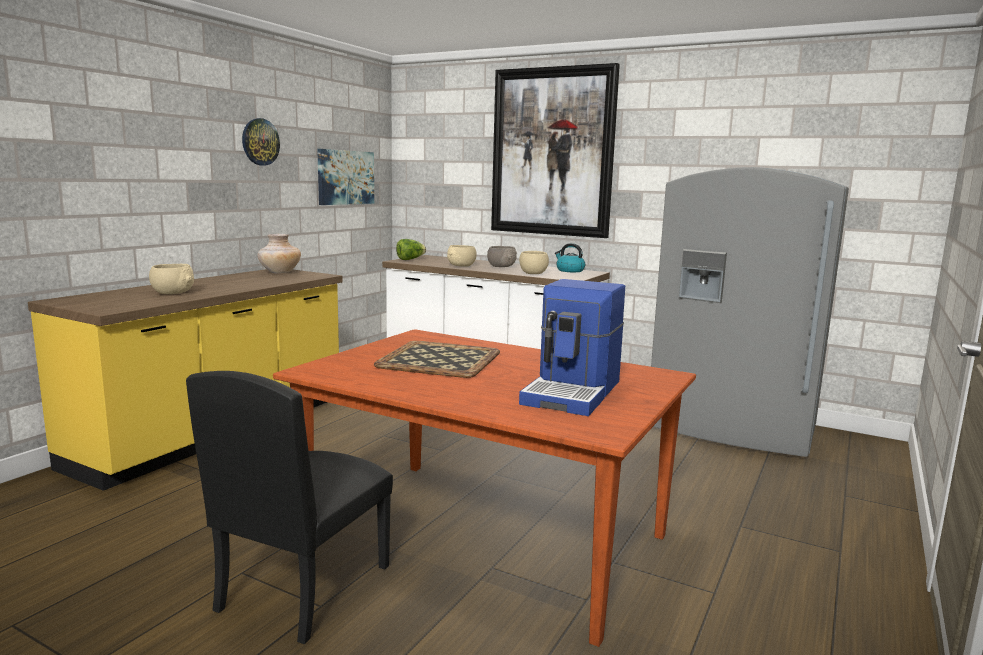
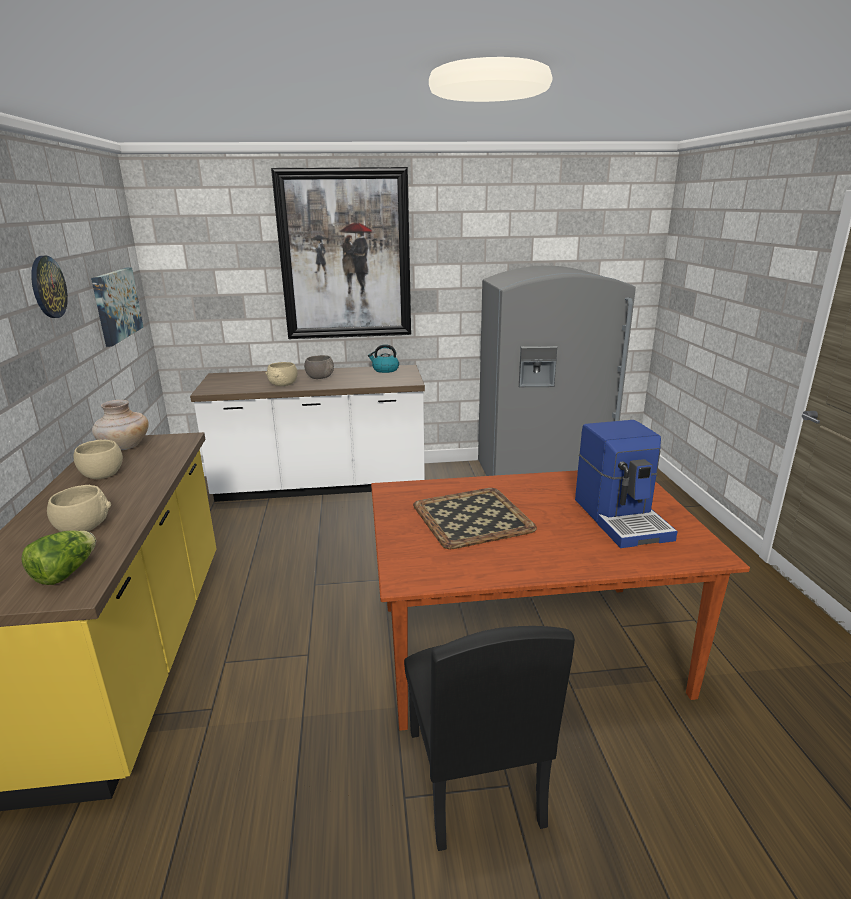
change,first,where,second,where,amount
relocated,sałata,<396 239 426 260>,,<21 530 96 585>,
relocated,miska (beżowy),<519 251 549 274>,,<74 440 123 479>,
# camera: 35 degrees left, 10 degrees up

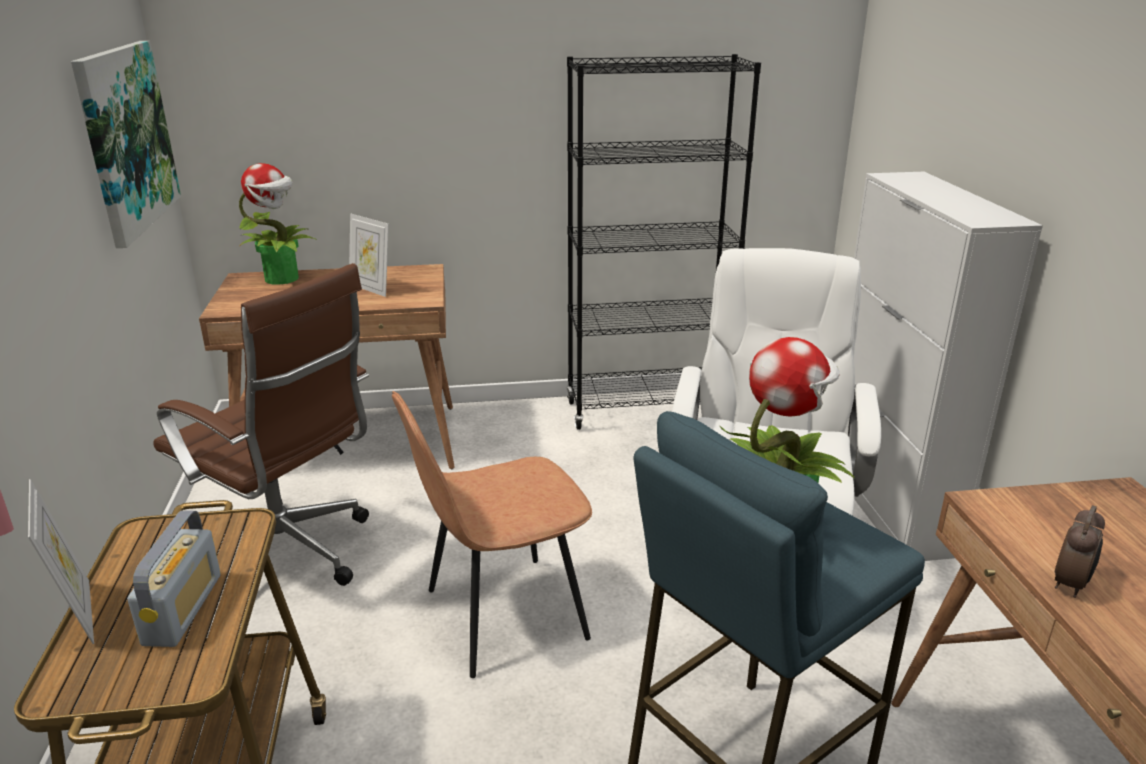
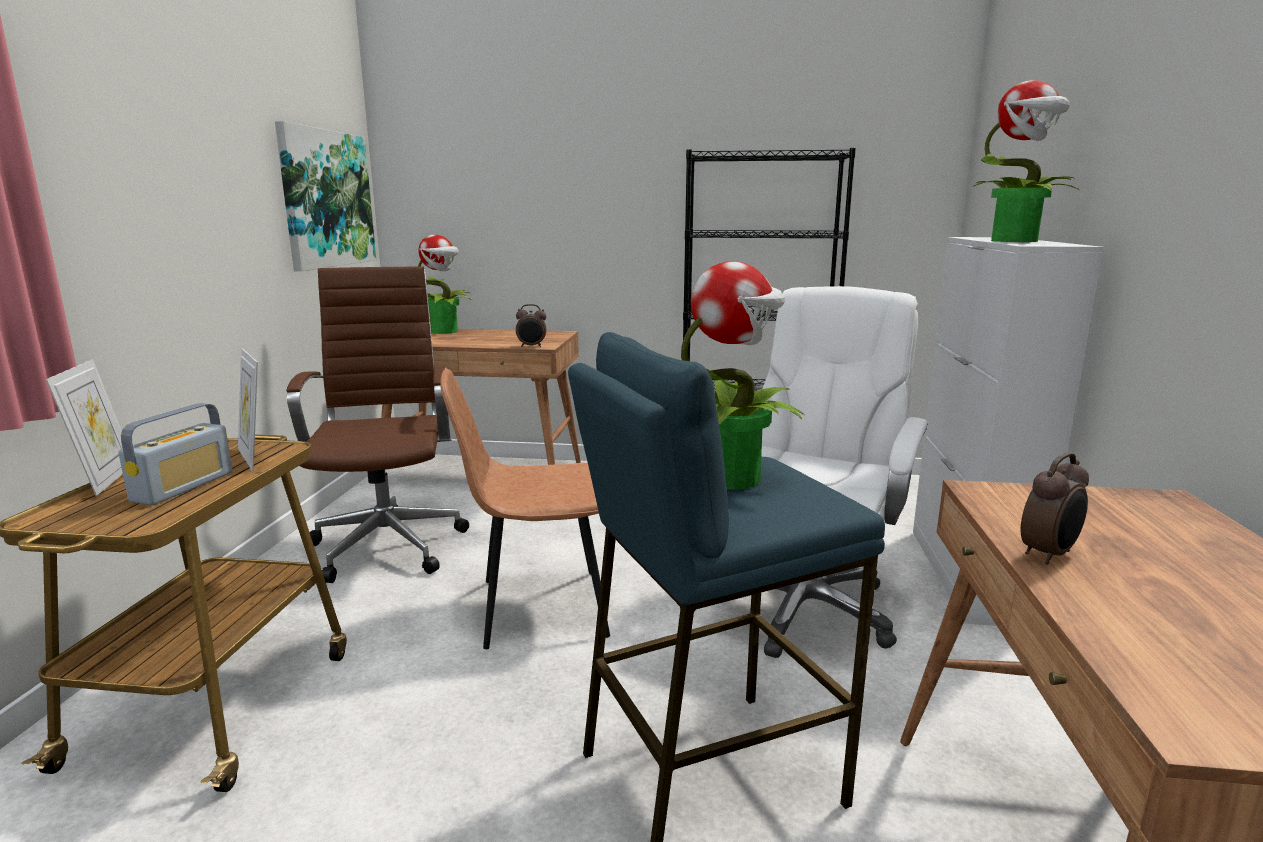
change,first,where,second,where,amount
appeared,,,budzik,<516 304 546 347>,
appeared,,,roślina doniczkowa,<973 80 1079 242>,
relocated,ramka na zdjęcie,<349 214 389 297>,,<238 348 258 471>,
spun,krzesło biurowe (brązowy),<153 263 369 586>,,<286 266 469 583>,150 degrees counterclockwise
# camera: 15 degrees right, 10 degrees down

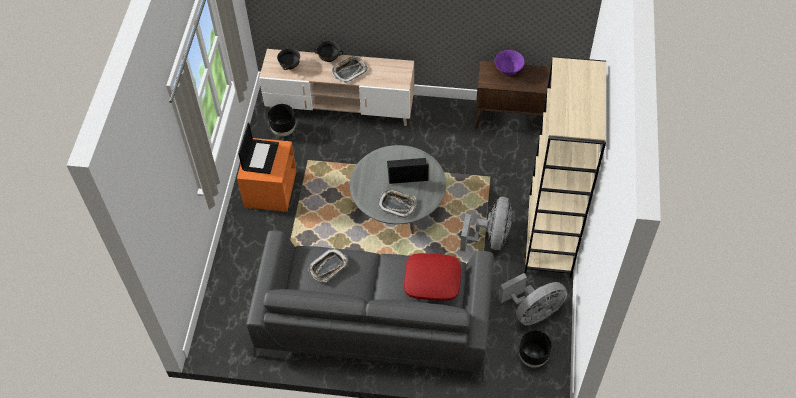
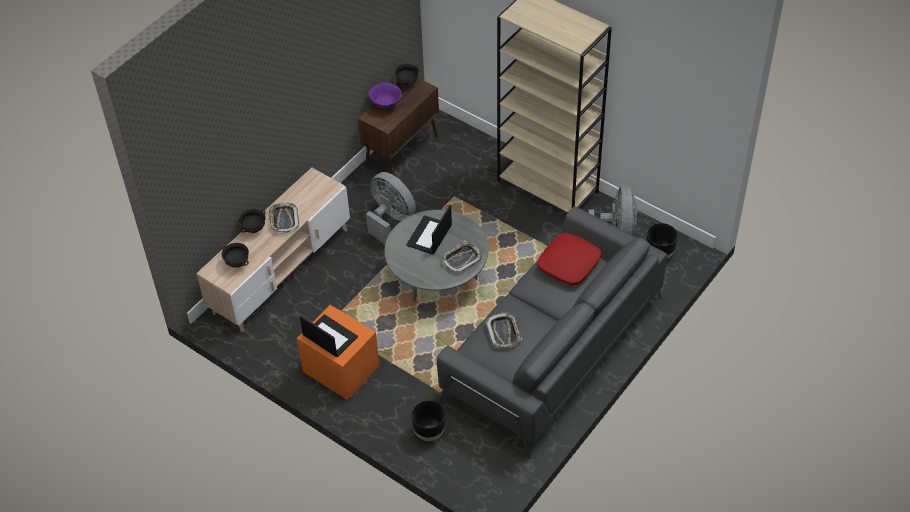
change,first,where,second,where,amount
appeared,,,miska (czarny),<394 64 419 86>,
relocated,donica (czarny),<268 104 296 136>,,<412 400 445 441>,
relocated,wentylator (szary),<460 197 512 252>,,<366 172 416 244>,
# camera: 60 degrees left, 5 degrees down

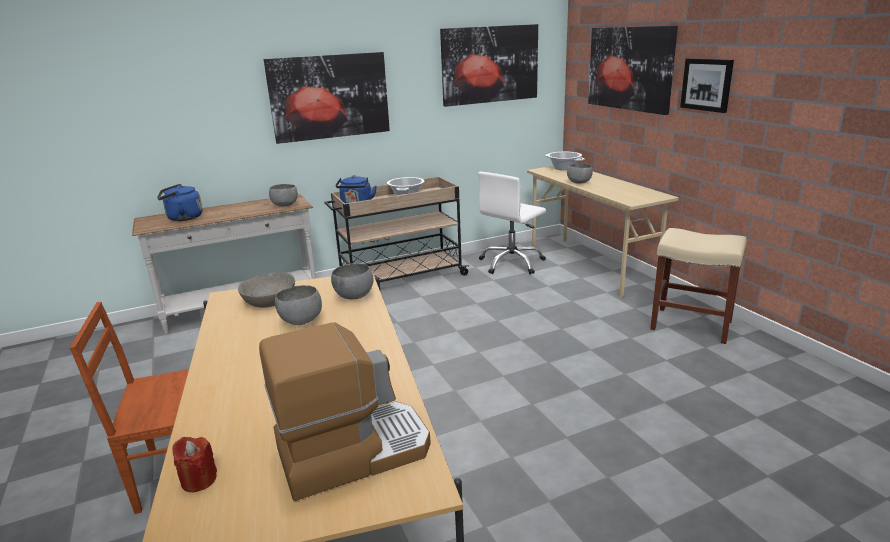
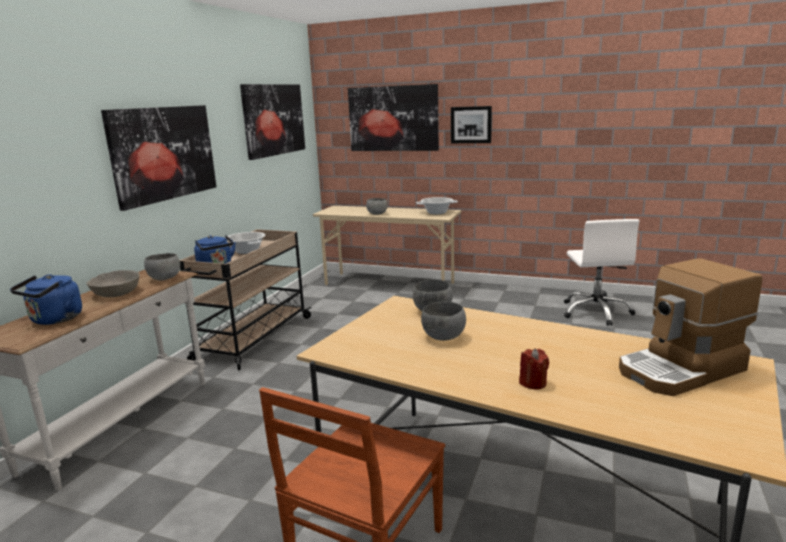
change,first,where,second,where,amount
missing,stołek (beżowy),<650 228 746 344>,,,
relocated,świeca (czerwony),<172 437 217 492>,,<519 349 549 389>,
relocated,miska (szary),<238 272 295 308>,,<86 270 140 297>,
relocated,krzesło biurowe (biały),<478 172 546 274>,,<564 219 639 326>,
relocated,garnek,<545 152 585 170>,,<416 197 458 214>,
spun,ekspres do kawy,<259 323 431 501>,,<619 258 762 396>,135 degrees counterclockwise
# camera: 45 degrees left, 5 degrees down

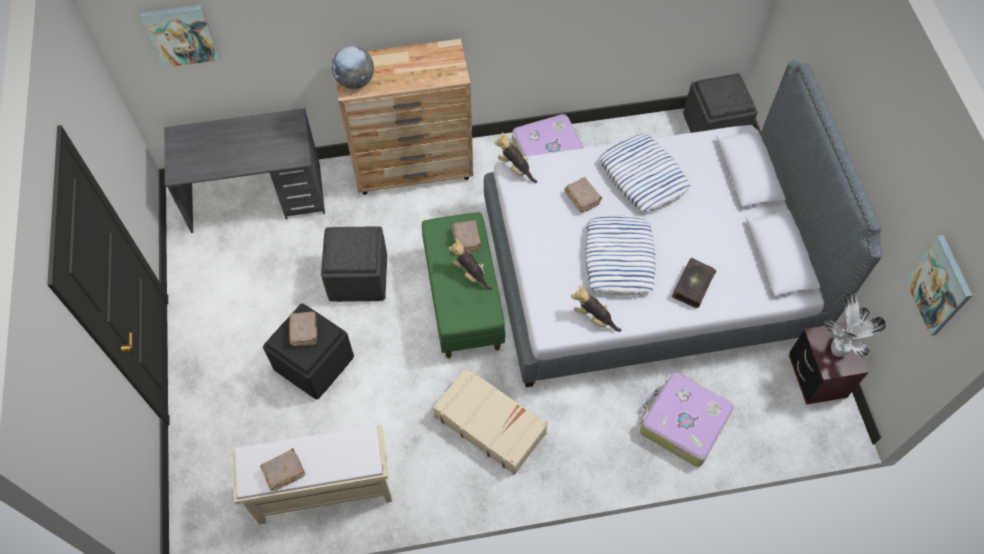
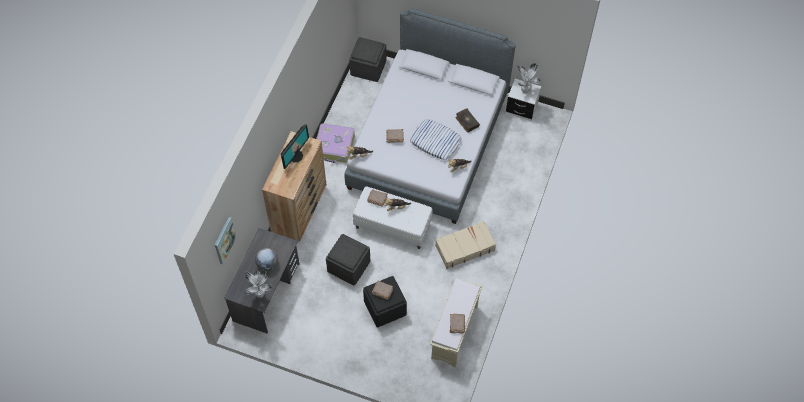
change,first,where,second,where,amount
missing,poduszka,<599 134 690 212>,,,
missing,walizka,<640 372 734 467>,,,
missing,obraz,<905 235 973 336>,,,
appeared,,,roślina doniczkowa,<244 271 272 298>,
appeared,,,monitor,<281 124 309 169>,
relocated,globus,<332 46 374 89>,,<255 248 278 271>,
colour,ławka (zielony),<422 212 505 358>,ławka (biały),<353 186 432 249>,
colour,szafka nocna (brązowy),<789 322 869 405>,szafka nocna (biały),<506 79 541 121>,
# camera: 60 degrees left, 0 degrees up

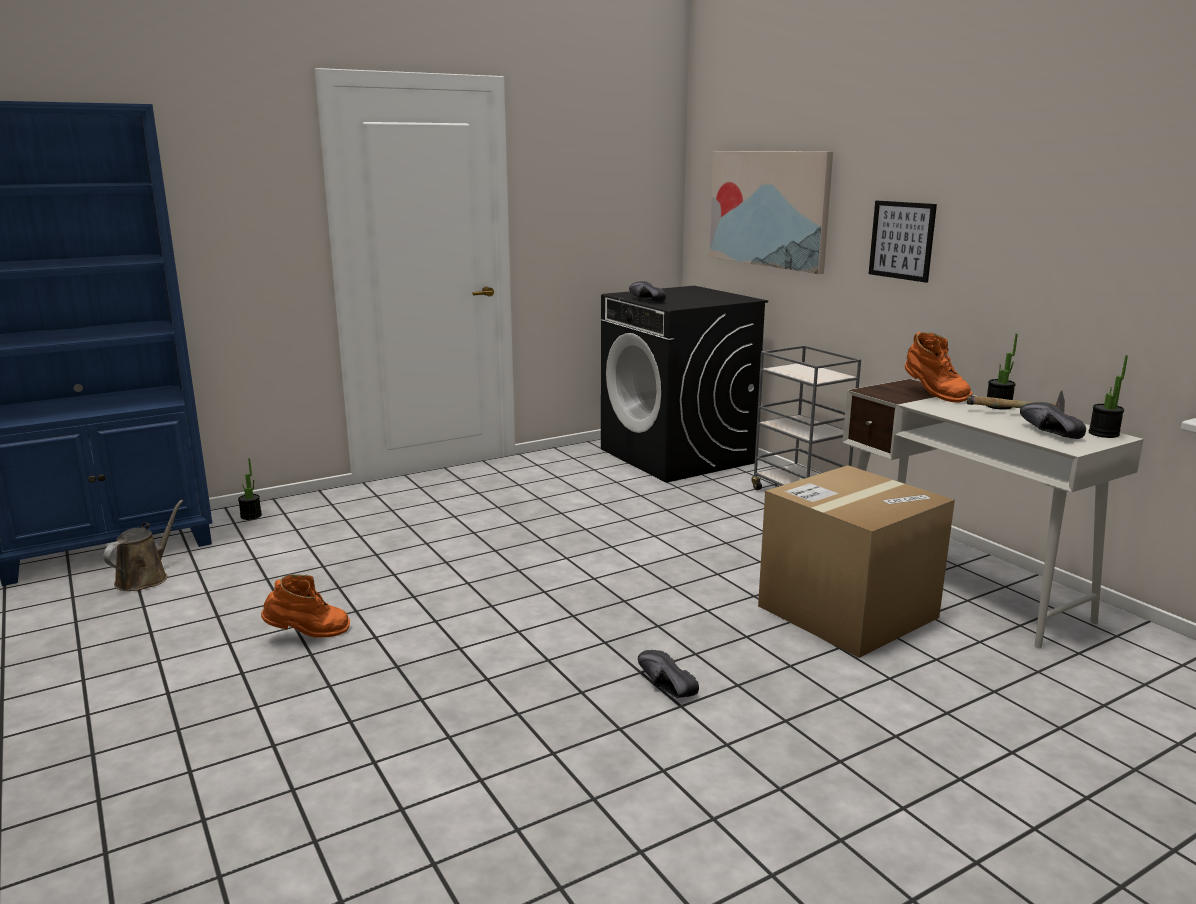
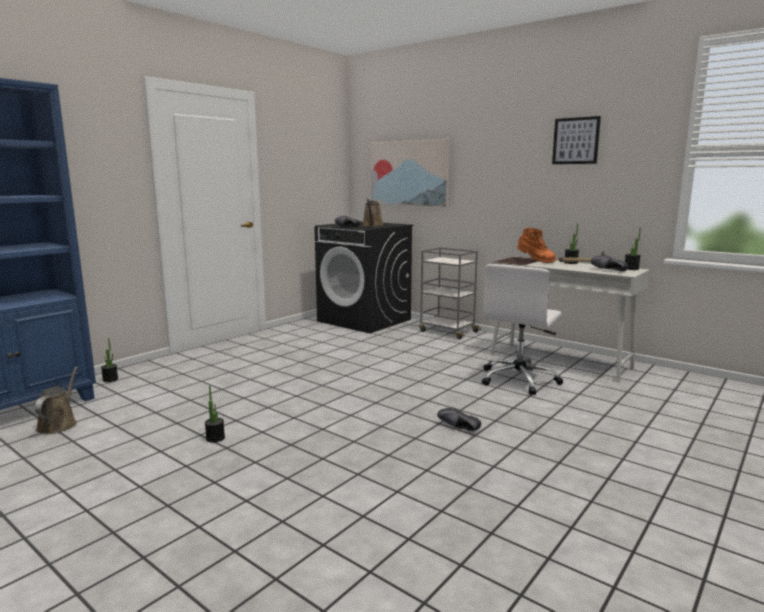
change,first,where,second,where,amount
appeared,,,konewka (brązowy),<362 199 384 227>,
relocated,obraz,<869 201 937 283>,,<552 116 601 164>,
exchanged,but z cholewką (pomarańczowy),<261 574 350 638>,roślina doniczkowa,<205 386 225 443>,
exchanged,karton,<758 465 955 658>,krzesło biurowe (biały),<482 264 563 395>,
# camera: 20 degrees left, 5 degrees down

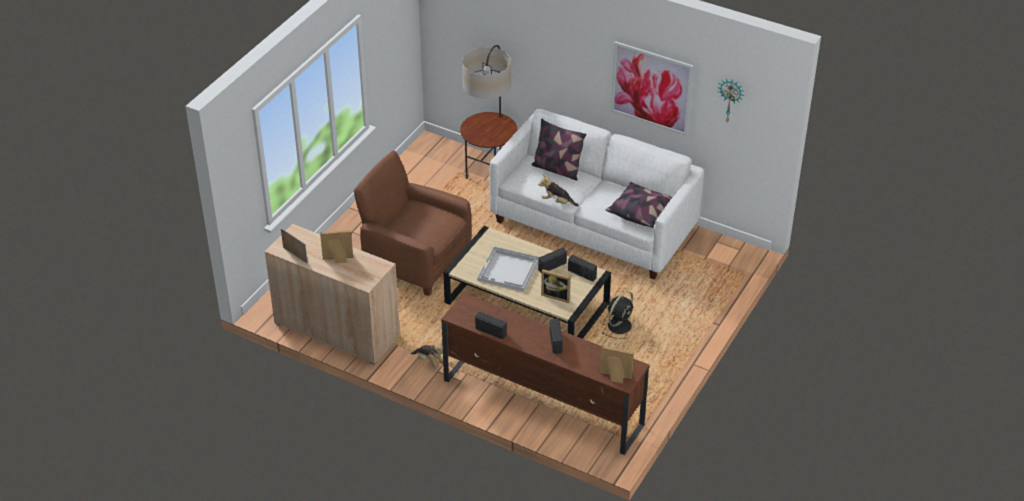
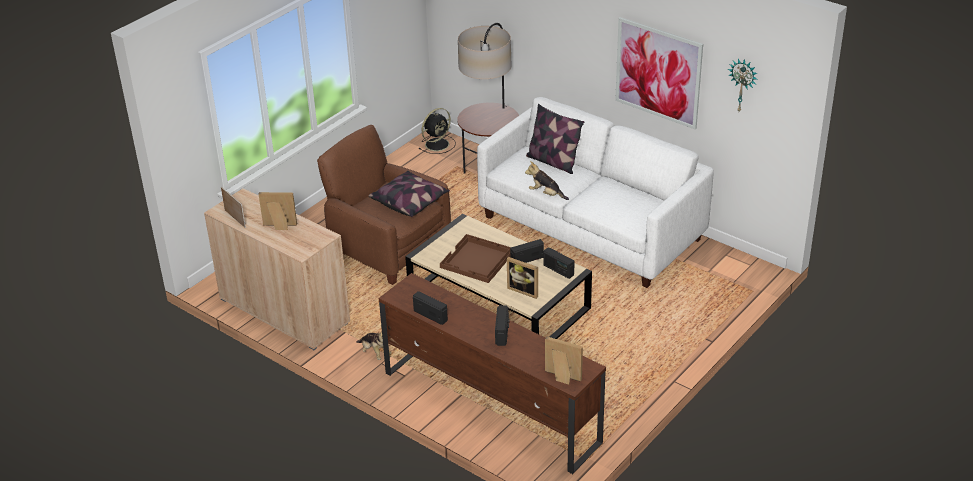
change,first,where,second,where,amount
relocated,wentylator (czarny),<602 291 633 339>,,<419 108 456 154>,
relocated,poduszka,<606 182 672 228>,,<368 171 450 217>,
colour,taca (biały),<477 246 539 292>,taca (brązowy),<440 234 511 283>,
# camera: 10 degrees right, 5 degrees down

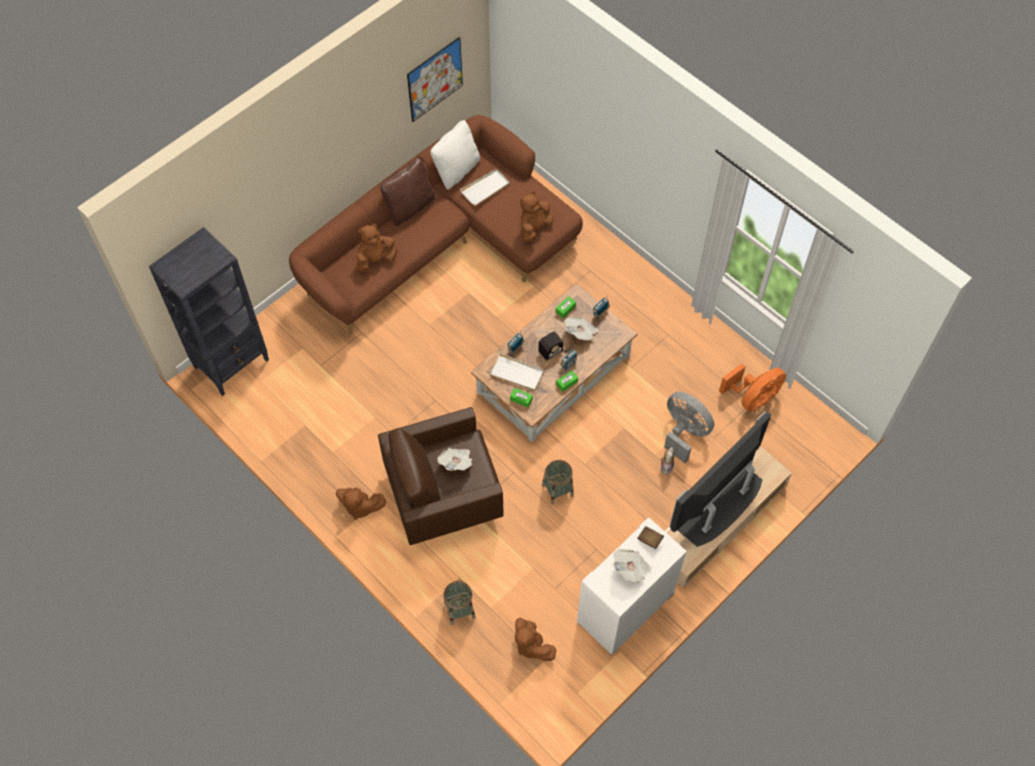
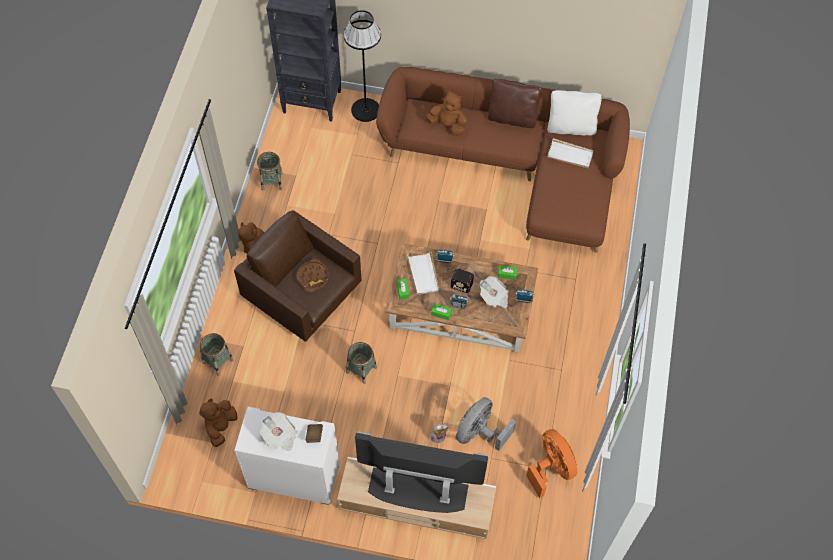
change,first,where,second,where,amount
missing,obraz,<407 37 463 122>,,,
missing,pluszak (brązowy),<520 191 553 242>,,,
appeared,,,koszyk,<257 152 283 191>,
appeared,,,lampa stojąca (czarny),<344 10 381 122>,
exchanged,gazeta,<437 448 472 471>,taca (brązowy),<297 259 329 292>,
spun,wentylator (szary),<664 391 714 463>,,<456 397 516 451>,150 degrees counterclockwise
spun,wentylator (pomarańczowy),<719 363 786 411>,,<526 429 577 498>,135 degrees counterclockwise
# camera: 55 degrees right, 0 degrees up

